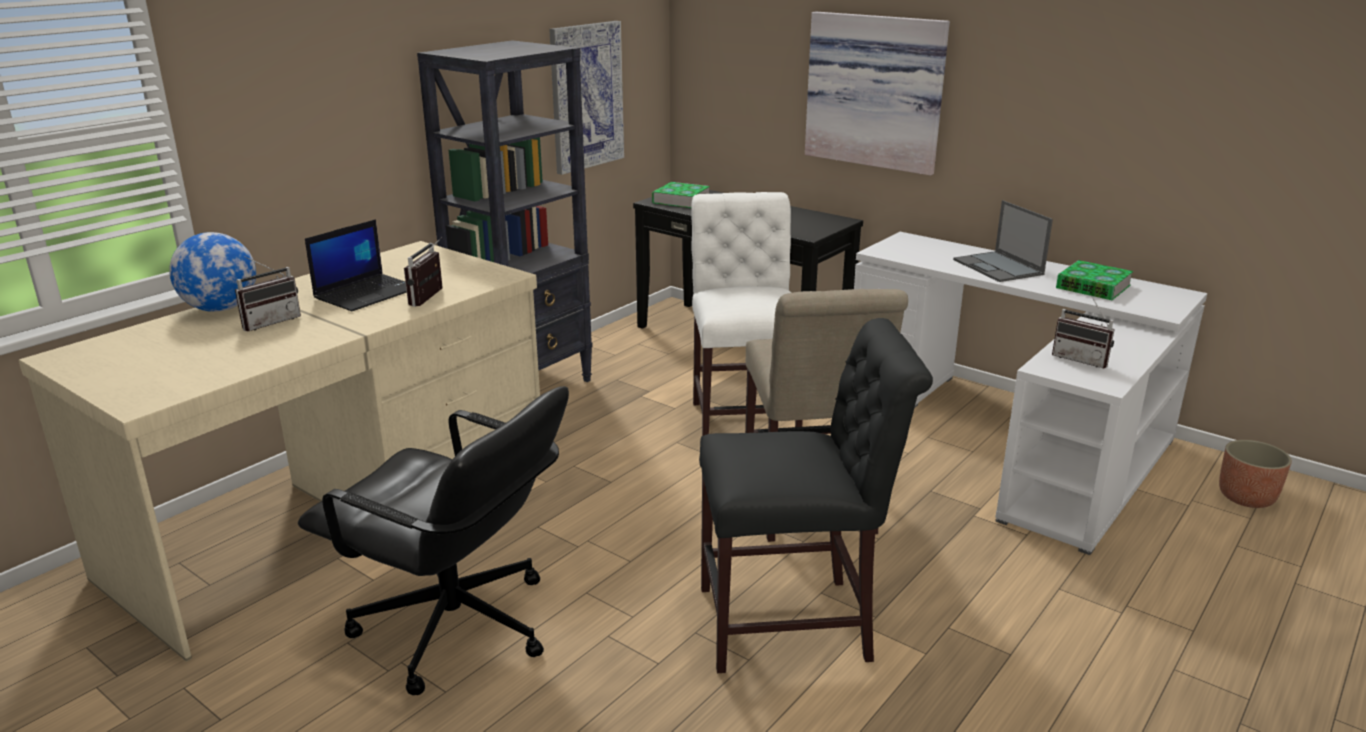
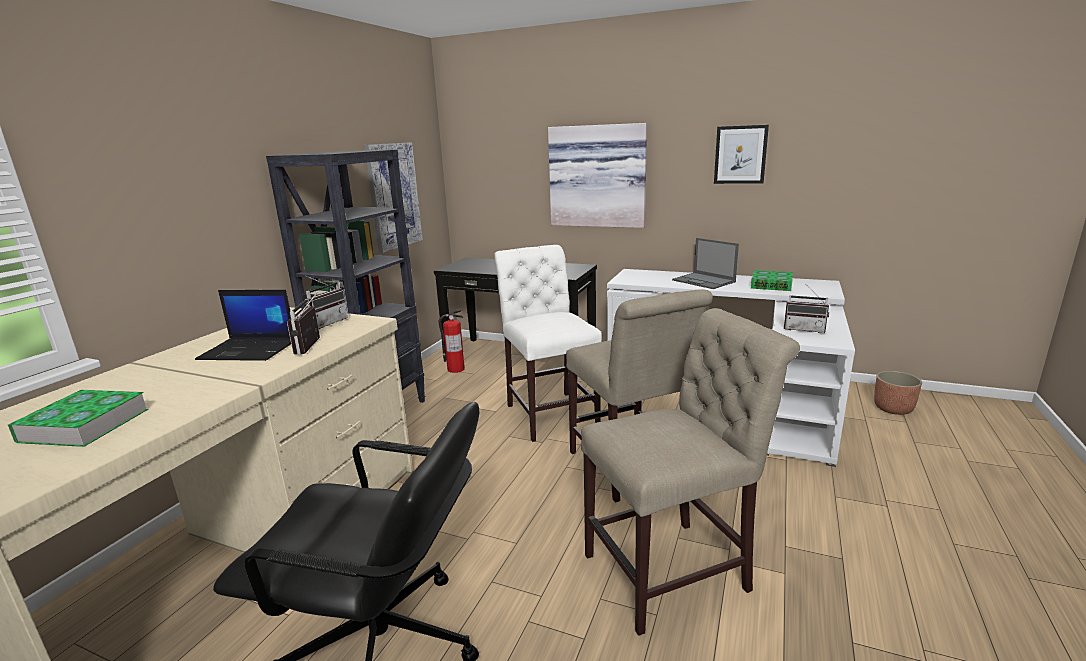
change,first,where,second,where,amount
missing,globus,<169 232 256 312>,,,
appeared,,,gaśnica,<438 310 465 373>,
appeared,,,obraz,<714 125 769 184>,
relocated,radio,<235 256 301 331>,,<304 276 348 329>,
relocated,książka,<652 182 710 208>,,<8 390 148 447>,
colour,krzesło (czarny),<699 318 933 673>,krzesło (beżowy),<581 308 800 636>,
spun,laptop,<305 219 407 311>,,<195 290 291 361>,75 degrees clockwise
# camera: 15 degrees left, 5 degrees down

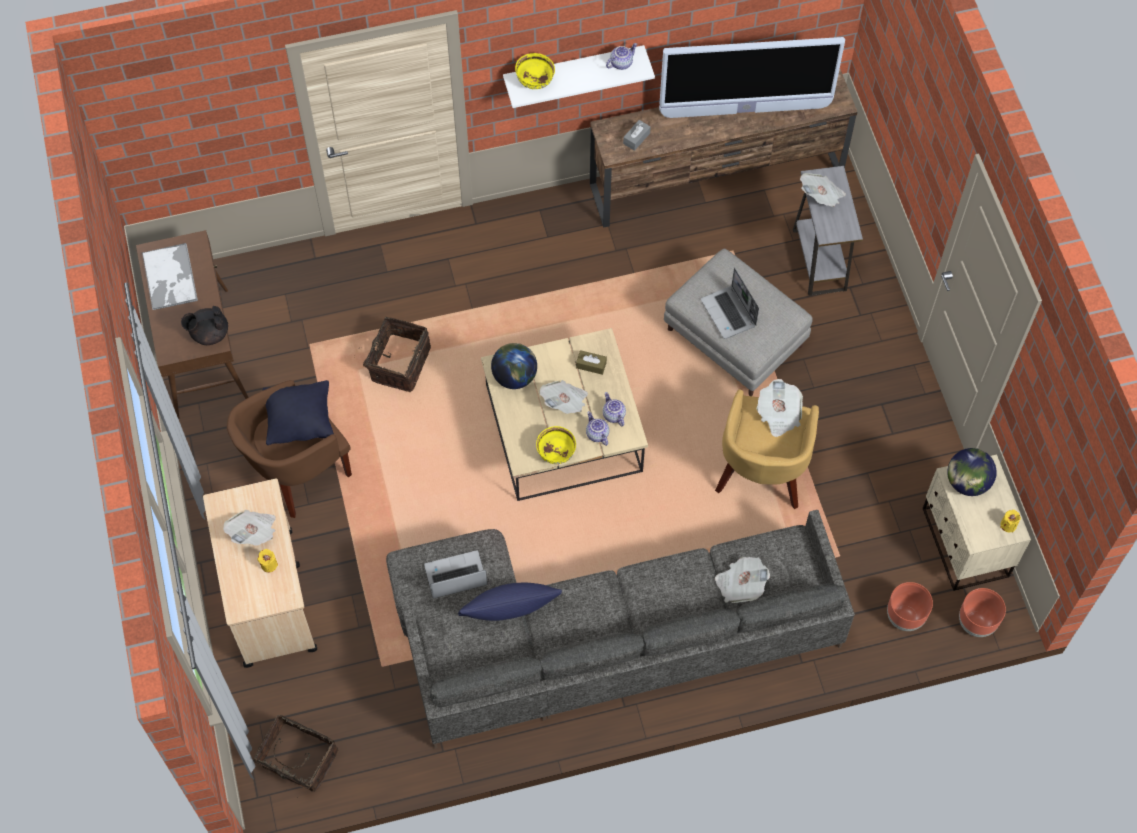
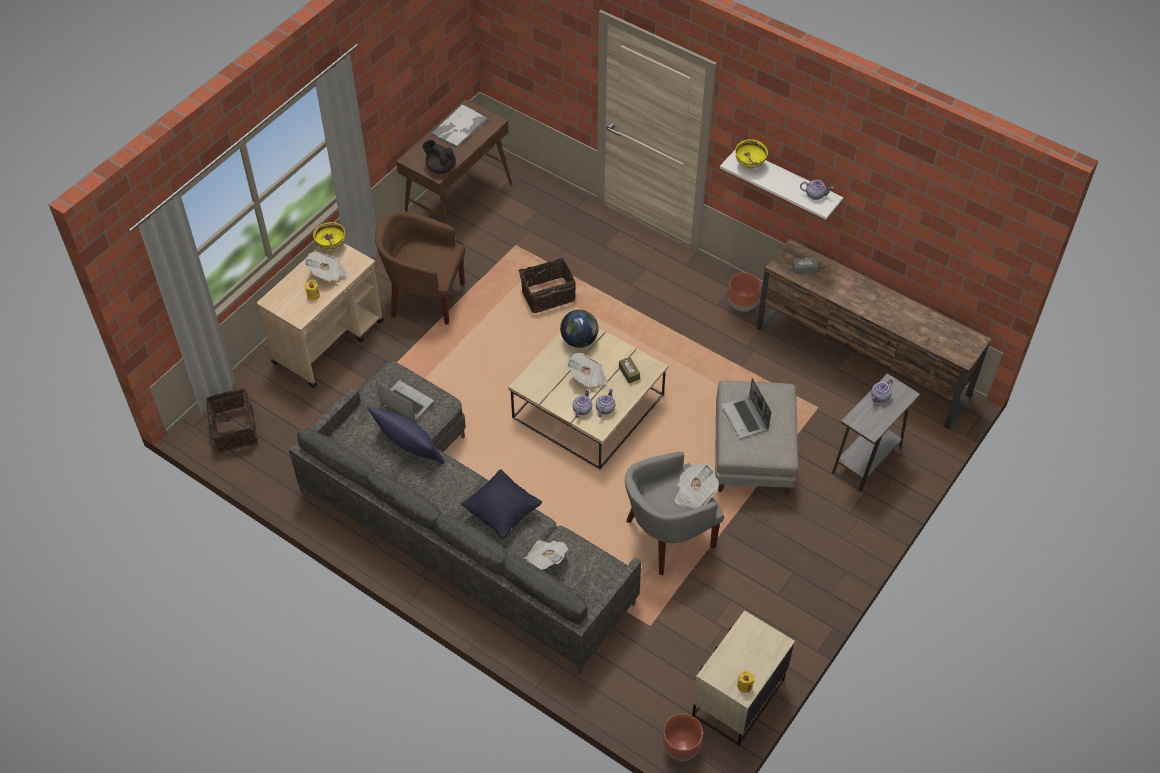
change,first,where,second,where,amount
missing,telewizor,<659 37 845 118>,,,
missing,globus,<947 448 997 496>,,,
relocated,poduszka (czarny),<263 380 334 445>,,<461 469 542 539>,
relocated,miska (żółty),<536 426 576 464>,,<313 222 345 251>,
relocated,donica (brązowy),<887 582 933 631>,,<728 273 761 312>,
exchanged,gazeta,<800 173 846 207>,imbryk,<871 379 892 403>,
colour,fotel (żółty),<715 389 819 509>,fotel (szary),<625 452 724 575>,
spun,laptop,<701 268 759 339>,,<722 378 771 439>,45 degrees counterclockwise
# camera: 50 degrees right, 10 degrees down

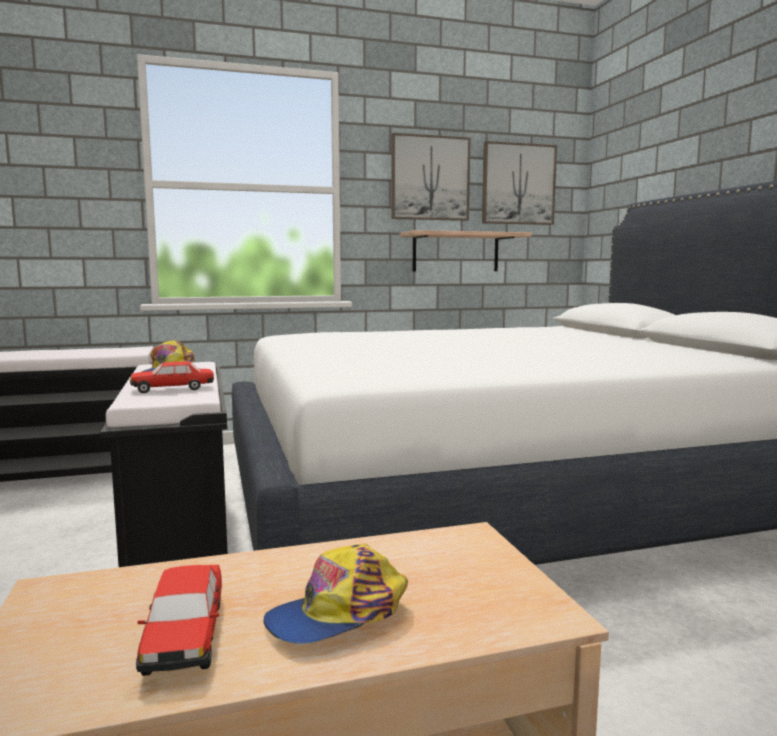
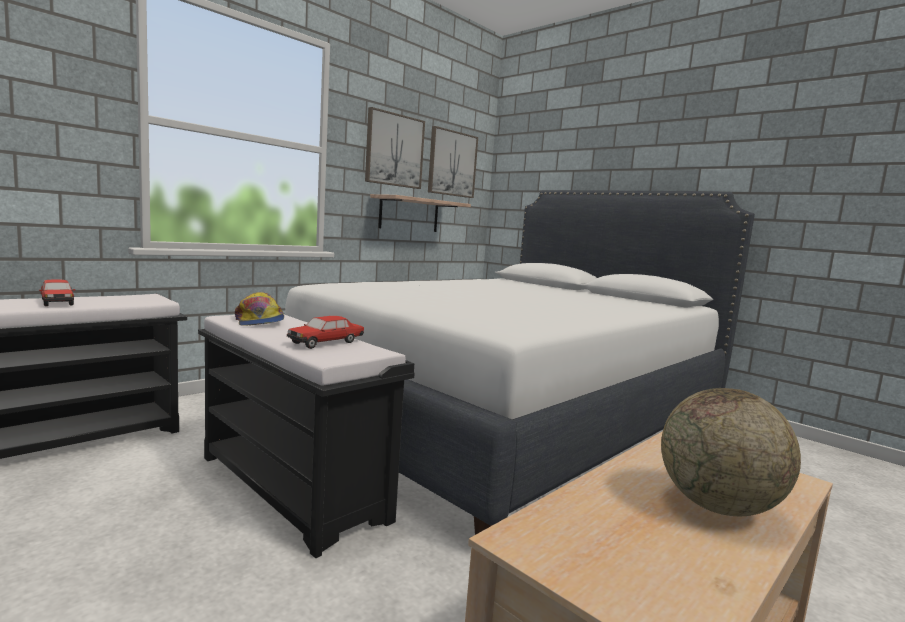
change,first,where,second,where,amount
relocated,samochodzik,<136 565 222 676>,,<39 279 75 306>,
exchanged,czapka z daszkiem,<263 544 408 644>,globus,<661 388 801 516>,
# camera: 30 degrees left, 0 degrees up

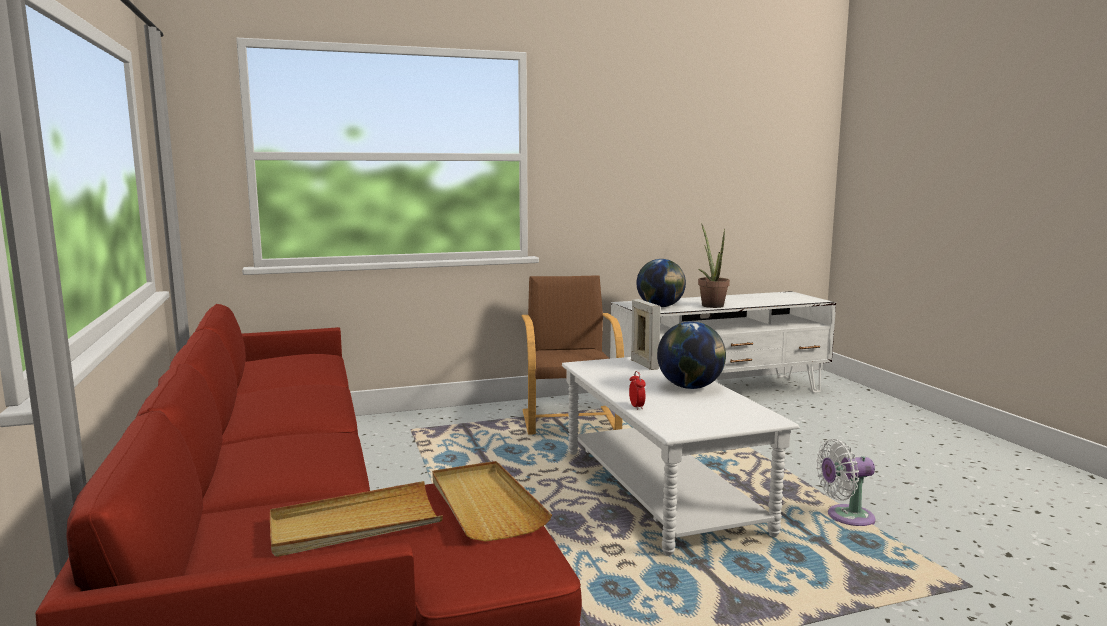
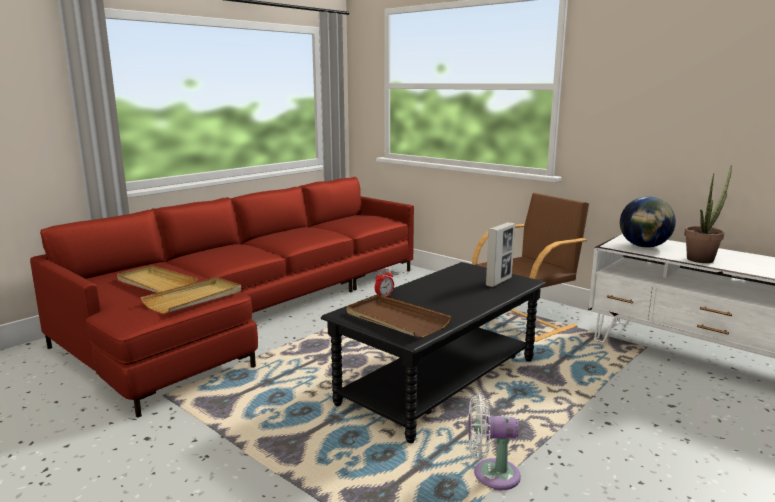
change,first,where,second,where,amount
missing,globus,<657 321 726 389>,,,
appeared,,,taca (brązowy),<347 295 451 338>,
colour,ława (biały),<562 357 800 556>,ława (czarny),<321 262 546 443>,
spun,wentylator (biały),<816 439 875 526>,,<468 394 521 490>,45 degrees counterclockwise
# camera: 60 degrees right, 5 degrees up

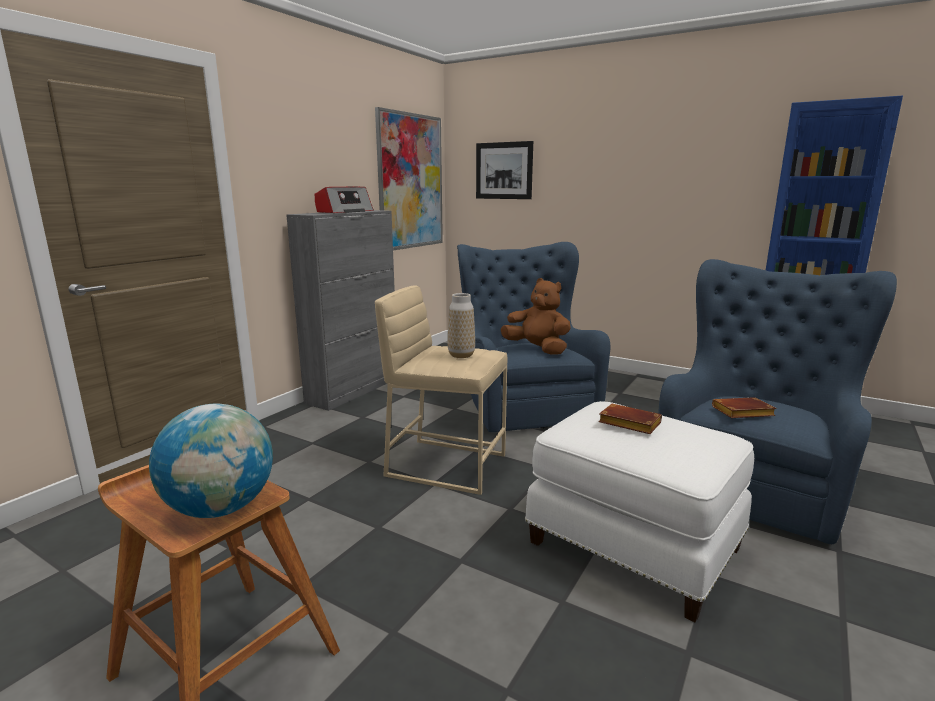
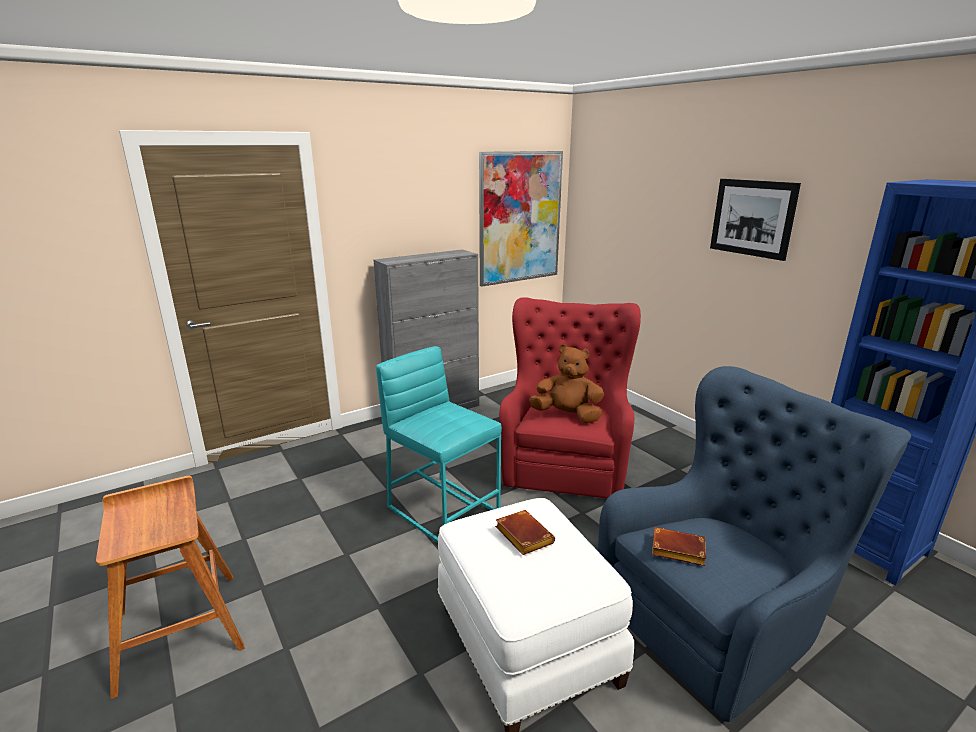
change,first,where,second,where,amount
missing,globus,<149 404 273 518>,,,
missing,radio,<315 187 374 213>,,,
missing,wazon,<448 293 475 358>,,,
relocated,obraz,<476 141 533 199>,,<710 179 801 261>,
colour,stołek (beżowy),<375 286 508 495>,stołek (turkusowy),<376 346 502 543>,
colour,fotel (niebieski),<457 242 610 432>,fotel (czerwony),<499 297 641 498>,
spun,pluszak (brązowy),<500 278 571 355>,,<529 344 604 423>,45 degrees counterclockwise
# camera: 25 degrees right, 5 degrees up

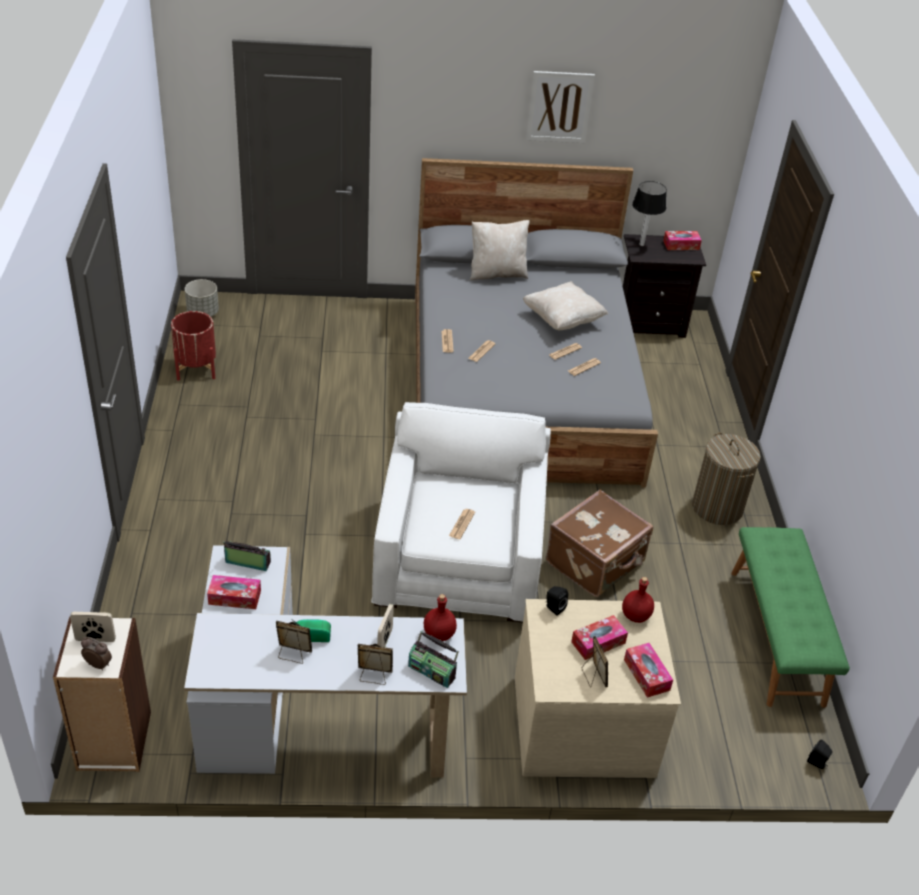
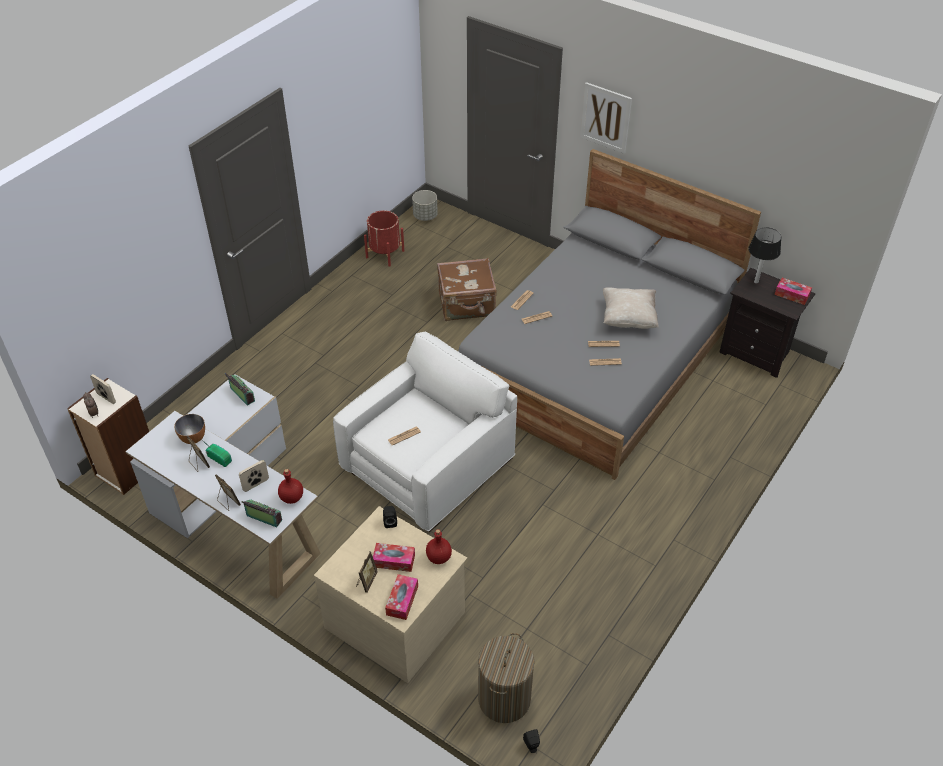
change,first,where,second,where,amount
missing,pudełko chusteczek,<207 575 261 609>,,,
missing,poduszka (beżowy),<470 220 529 280>,,,
missing,ławka (zielony),<731 527 850 708>,,,
appeared,,,miska,<174 414 205 444>,
relocated,obraz,<526 71 595 143>,,<580 82 632 154>,
relocated,walizka (brązowy),<546 489 653 597>,,<437 258 497 321>,
relocated,kosz na pranie,<692 433 761 525>,,<478 633 535 723>,
spun,radio,<408 631 459 688>,,<242 500 282 527>,135 degrees clockwise
# camera: 40 degrees right, 5 degrees up

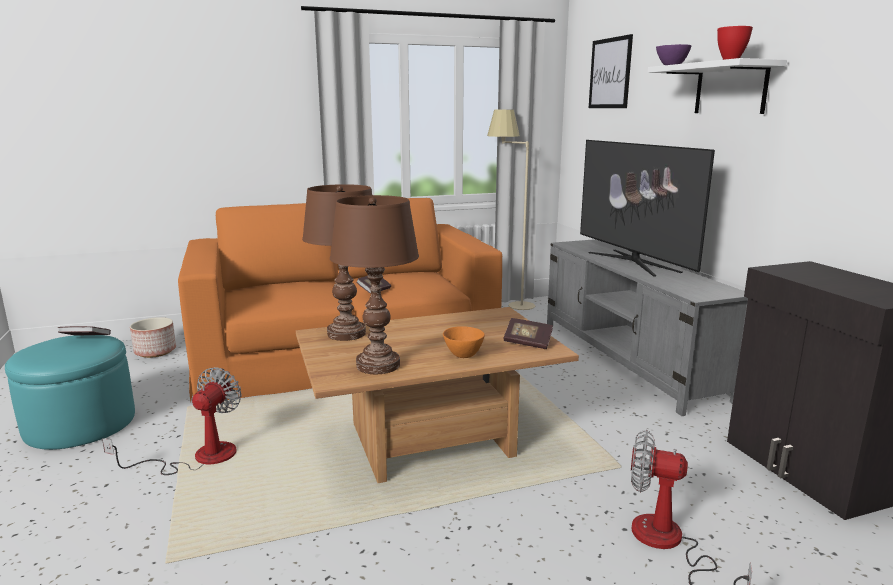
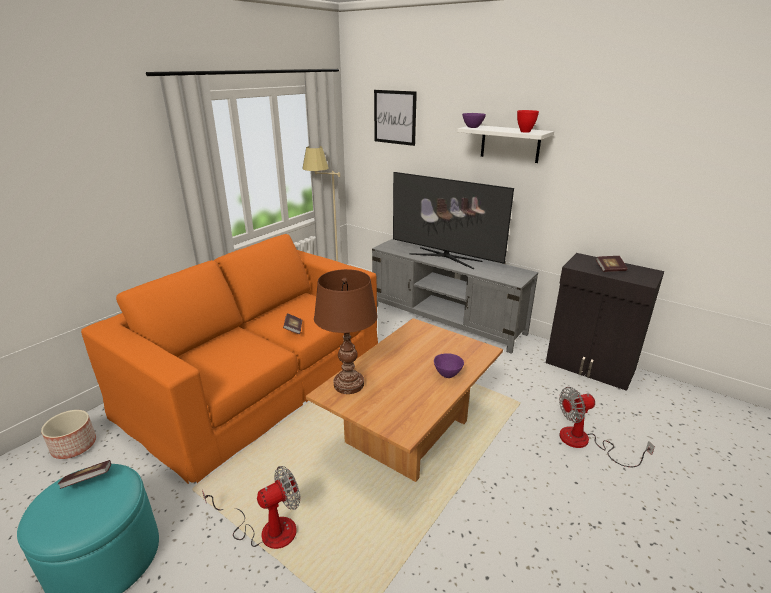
change,first,where,second,where,amount
missing,lampa stołowa (brązowy),<330 195 419 374>,,,
relocated,książka,<504 318 553 349>,,<596 256 628 272>,
colour,miska (pomarańczowy),<443 326 485 358>,miska (fioletowy),<434 353 464 378>,
spun,wentylator,<102 367 242 475>,,<202 466 300 549>,75 degrees clockwise
# camera: 35 degrees left, 10 degrees up

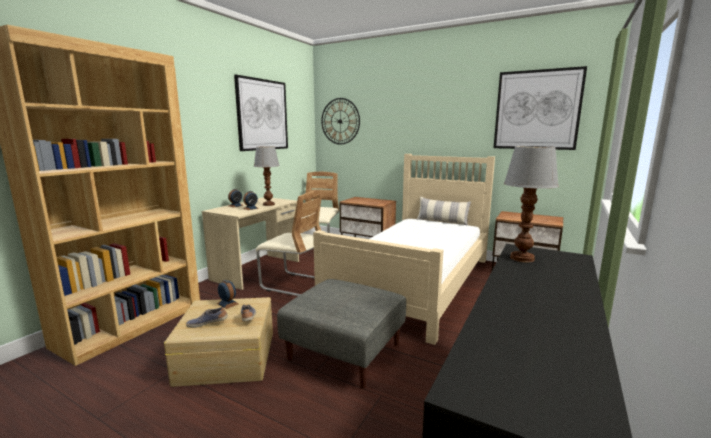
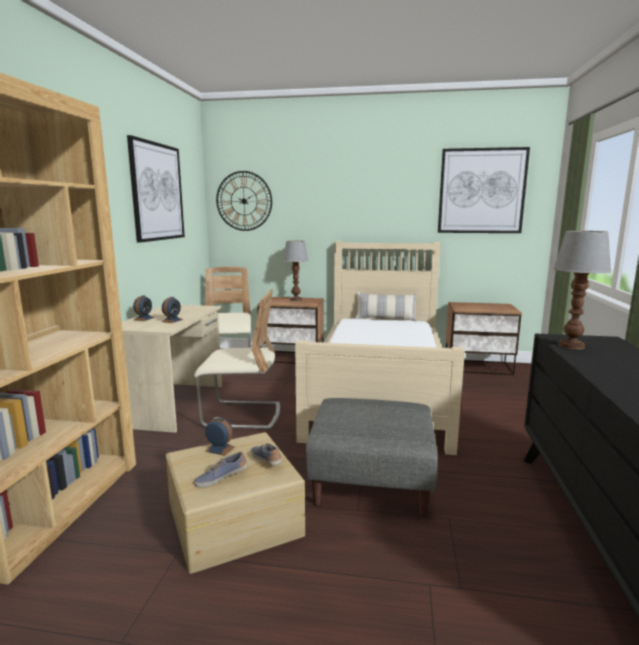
change,first,where,second,where,amount
relocated,lampa stołowa,<254 146 280 206>,,<283 241 309 301>,
# camera: 20 degrees left, 0 degrees up

